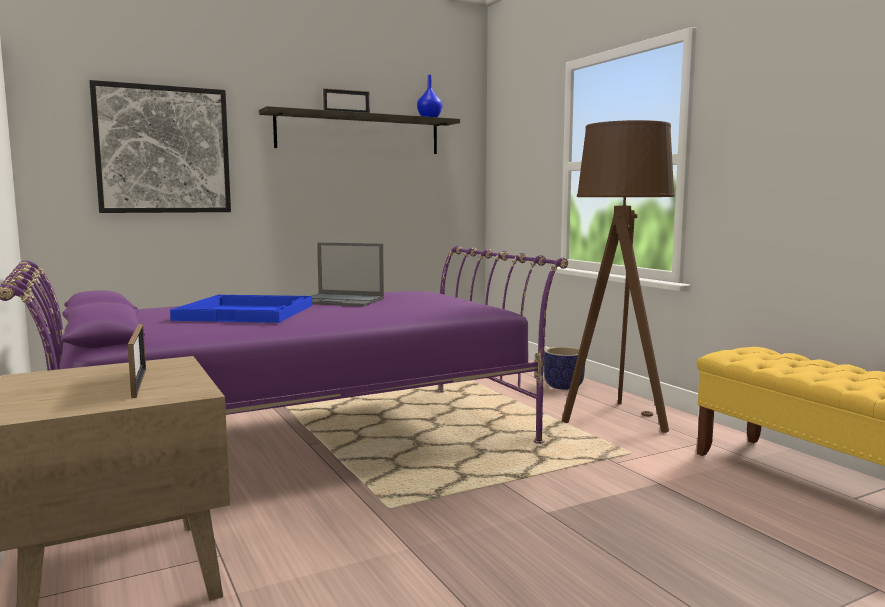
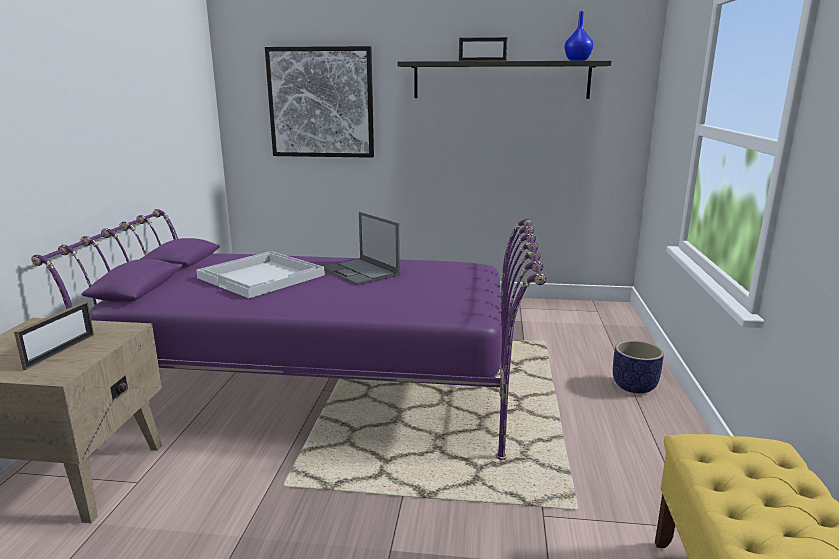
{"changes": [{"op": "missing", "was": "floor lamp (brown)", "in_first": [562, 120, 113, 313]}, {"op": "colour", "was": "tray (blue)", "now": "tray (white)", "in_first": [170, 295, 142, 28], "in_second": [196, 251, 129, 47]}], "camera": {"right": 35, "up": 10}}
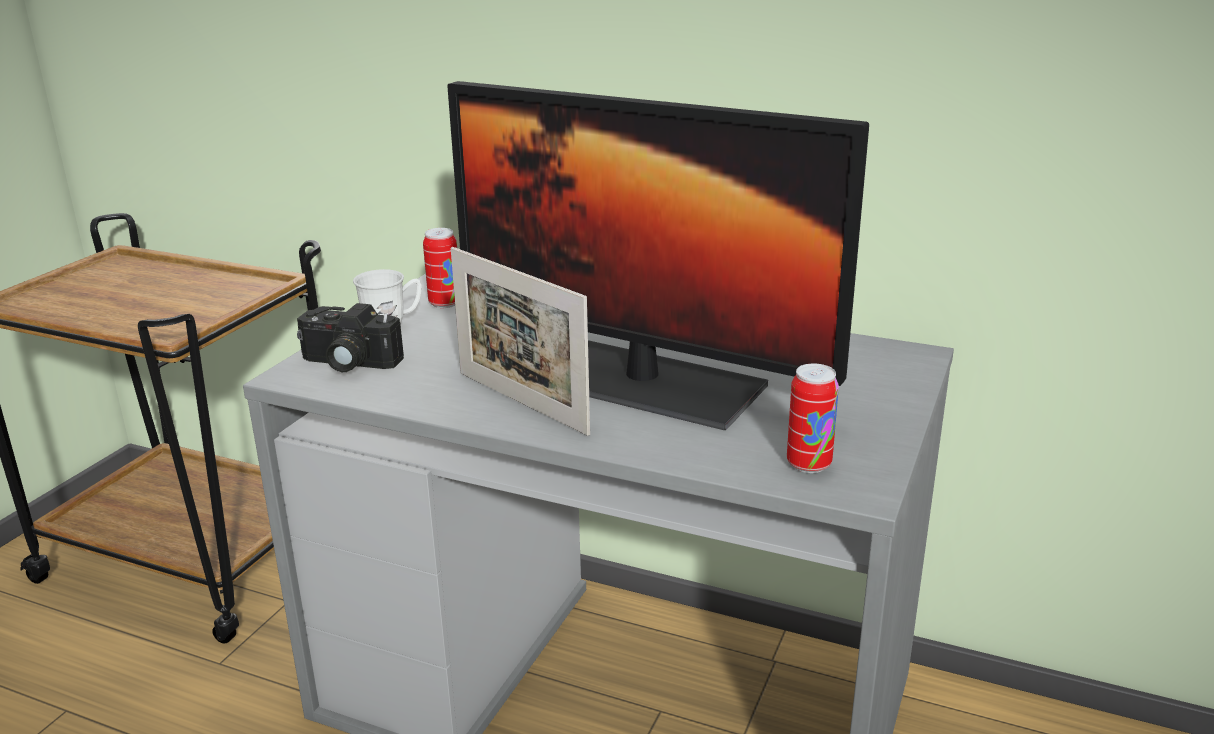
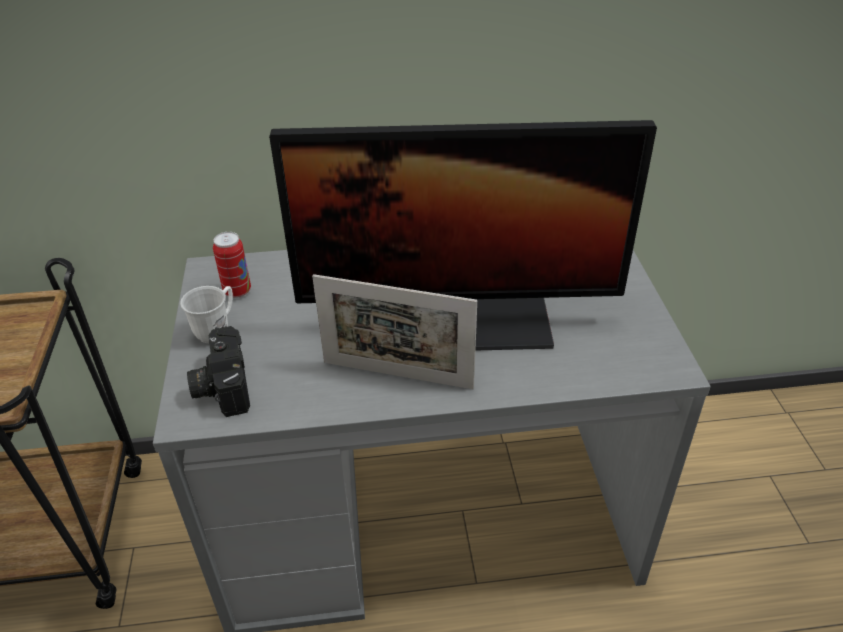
{"changes": [{"op": "missing", "was": "can", "in_first": [787, 364, 52, 109]}, {"op": "spun", "was": "photo camera", "in_first": [297, 303, 107, 69], "in_second": [187, 326, 63, 91], "clockwise": 90}], "camera": {"right": -30, "up": 15}}
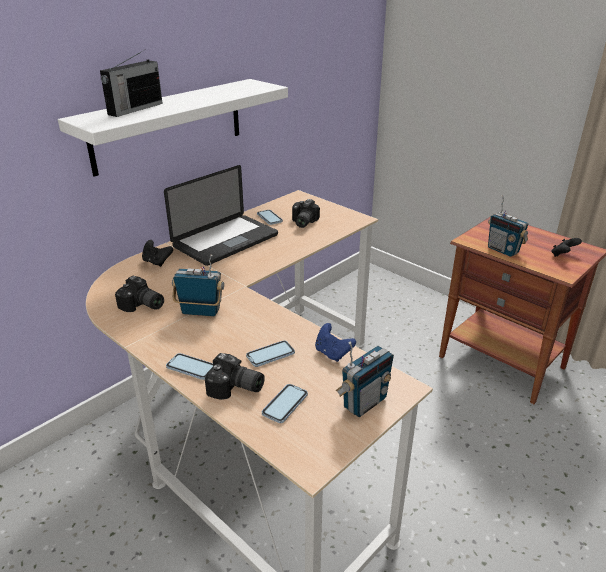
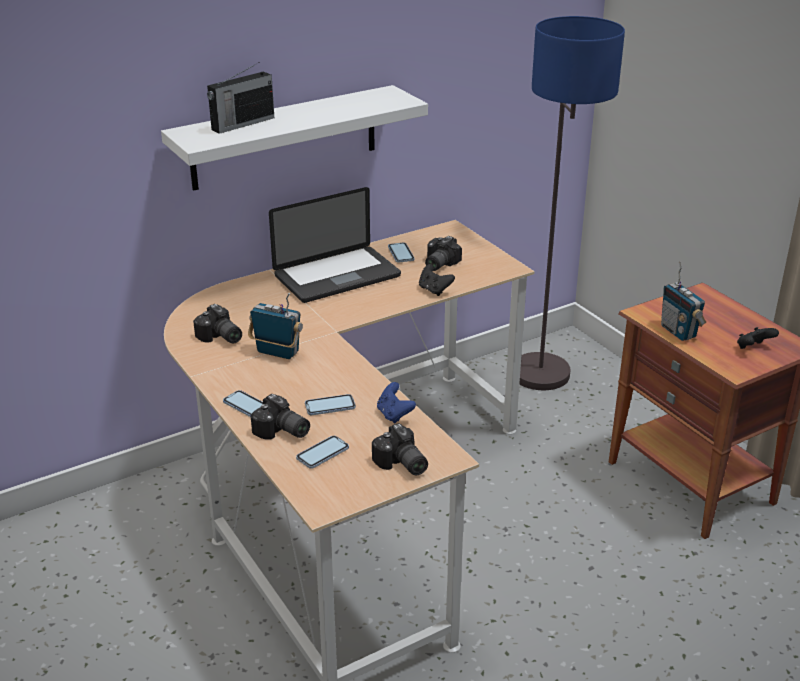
{"changes": [{"op": "appeared", "now": "floor lamp (blue)", "in_second": [519, 16, 106, 374]}, {"op": "relocated", "was": "game controller (black)", "in_first": [142, 240, 31, 27], "in_second": [419, 264, 36, 32]}, {"op": "exchanged", "was": "radio", "now": "photo camera", "in_first": [336, 342, 58, 75], "in_second": [372, 423, 56, 52]}], "camera": {"right": 15, "up": 0}}
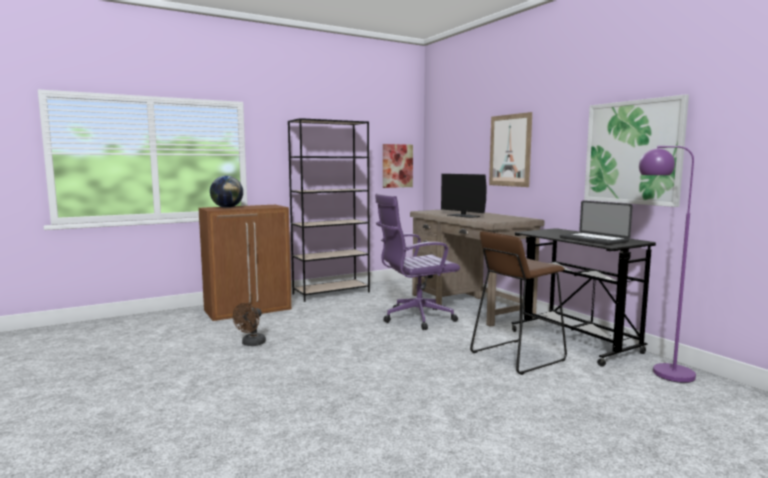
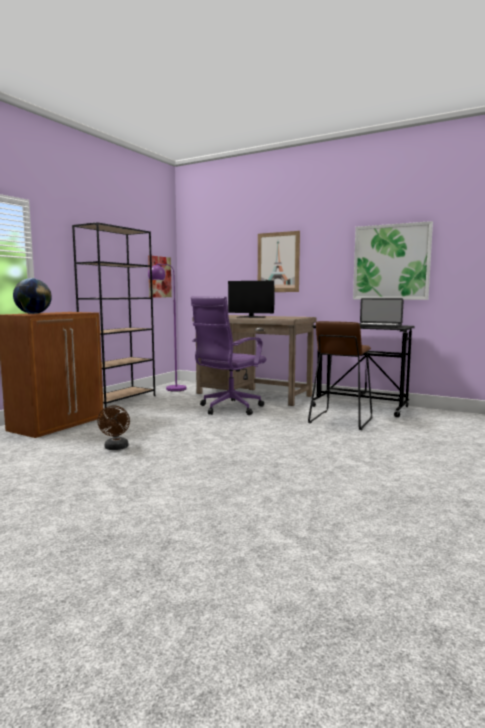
{"changes": [{"op": "relocated", "was": "floor lamp (purple)", "in_first": [639, 146, 57, 237], "in_second": [148, 264, 39, 128]}], "camera": {"right": -30, "up": 0}}
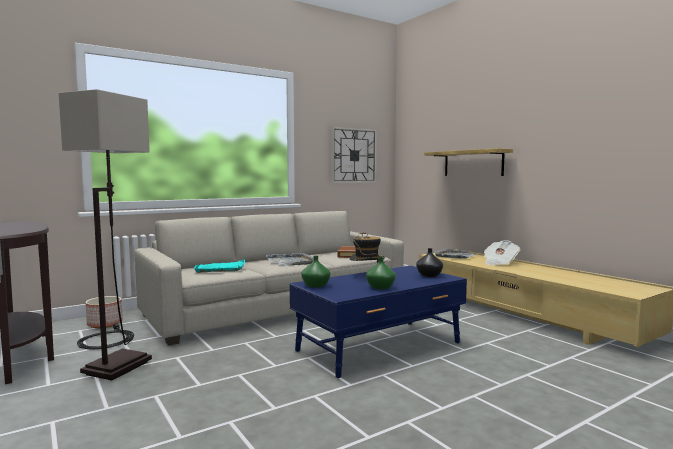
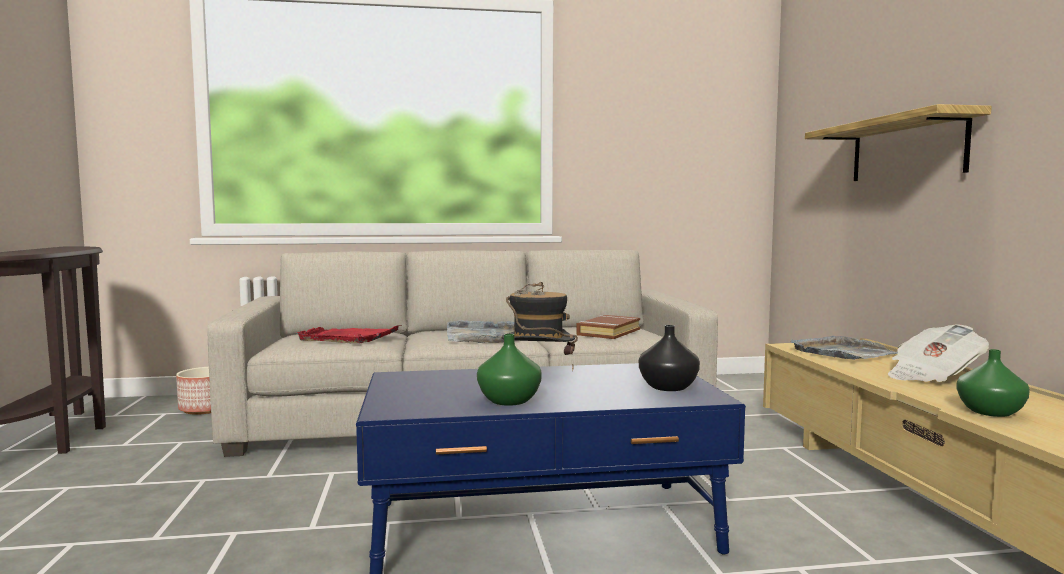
{"changes": [{"op": "missing", "was": "floor lamp", "in_first": [59, 89, 93, 292]}, {"op": "missing", "was": "wall clock", "in_first": [331, 127, 46, 56]}, {"op": "relocated", "was": "vase (green)", "in_first": [301, 256, 29, 32], "in_second": [956, 349, 74, 68]}, {"op": "colour", "was": "tray (turquoise)", "now": "tray (red)", "in_first": [193, 259, 52, 14], "in_second": [296, 325, 106, 19]}], "camera": {"right": 25, "up": 0}}
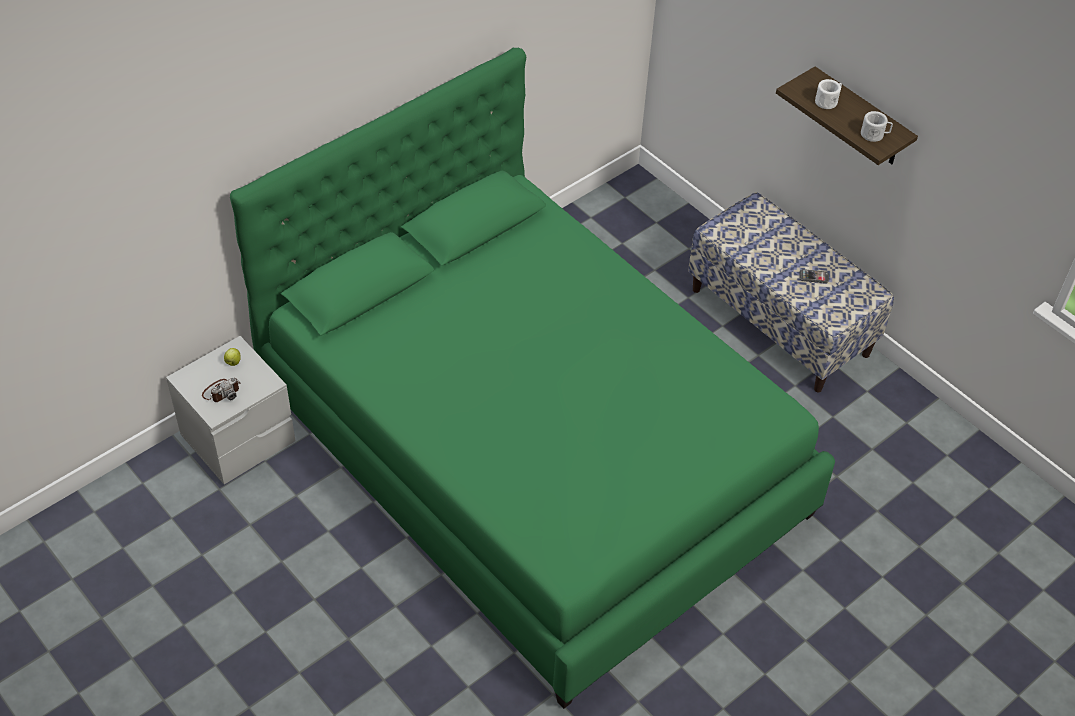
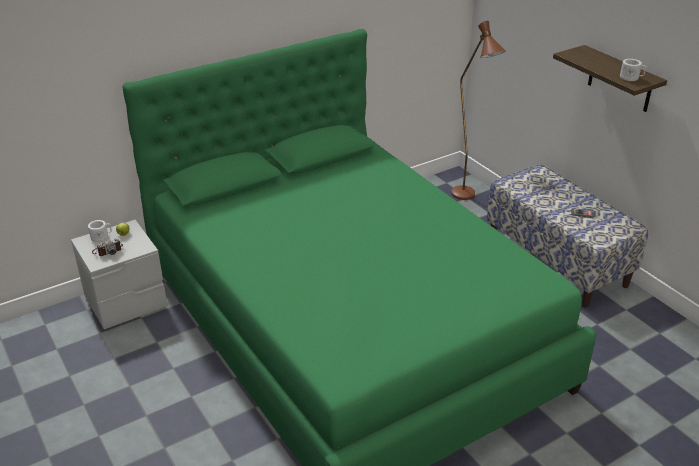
{"changes": [{"op": "appeared", "now": "floor lamp (brown)", "in_second": [451, 21, 55, 179]}, {"op": "relocated", "was": "mug (white)", "in_first": [815, 79, 27, 30], "in_second": [88, 220, 24, 22]}], "camera": {"right": 10, "up": -15}}
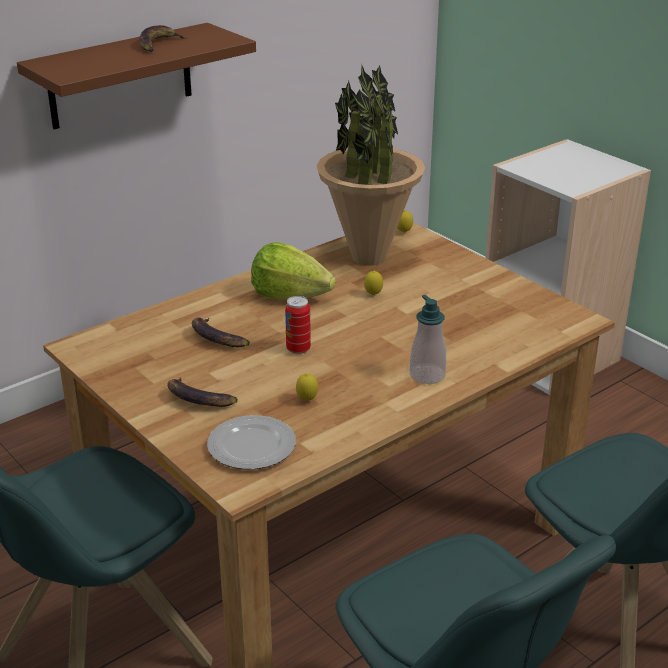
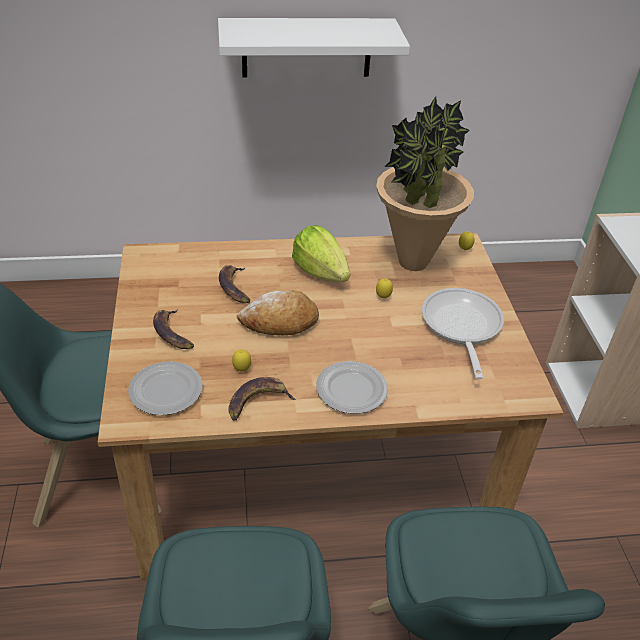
{"changes": [{"op": "appeared", "now": "frying pan", "in_second": [422, 288, 82, 91]}, {"op": "relocated", "was": "banana", "in_first": [139, 25, 49, 27], "in_second": [229, 377, 67, 44]}, {"op": "exchanged", "was": "can", "now": "bread", "in_first": [285, 296, 26, 58], "in_second": [237, 290, 82, 45]}, {"op": "exchanged", "was": "soap dispenser", "now": "plate", "in_first": [409, 295, 37, 89], "in_second": [316, 361, 72, 53]}, {"op": "colour", "was": "shelf (brown)", "now": "shelf (white)", "in_first": [17, 23, 239, 106], "in_second": [218, 18, 192, 59]}], "camera": {"right": 30, "up": 10}}
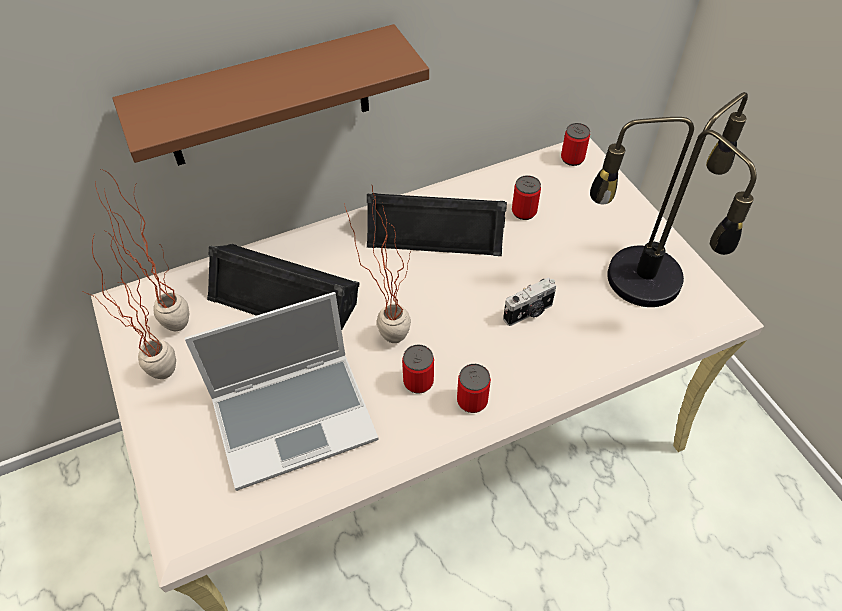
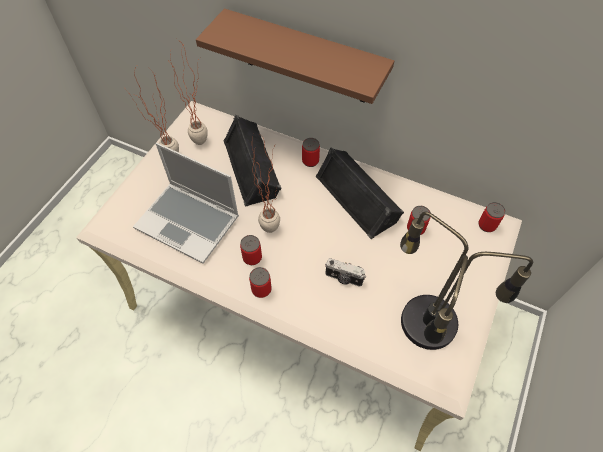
{"changes": [{"op": "appeared", "now": "can", "in_second": [302, 138, 18, 29]}], "camera": {"right": 50, "up": 5}}
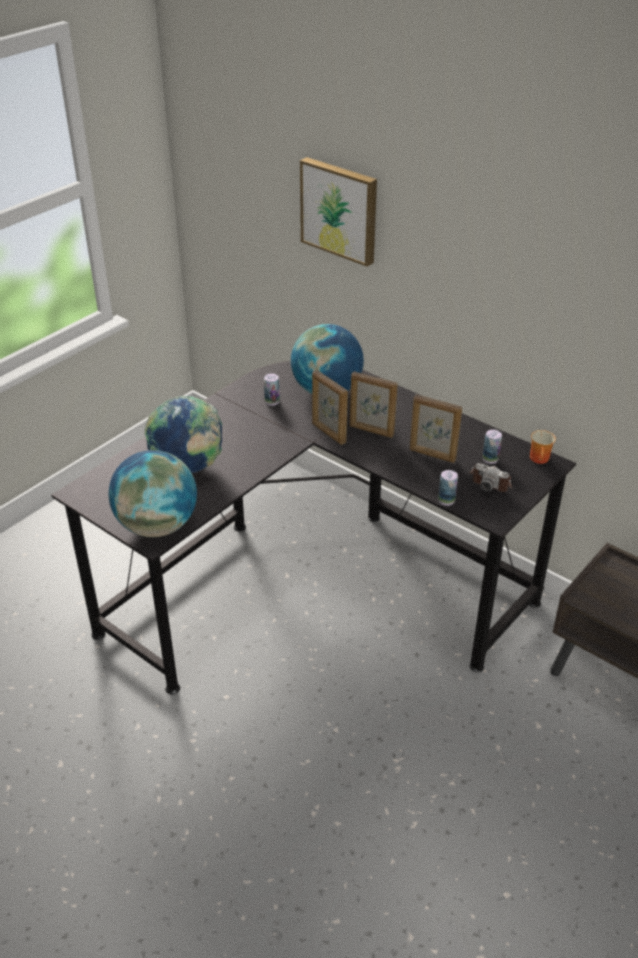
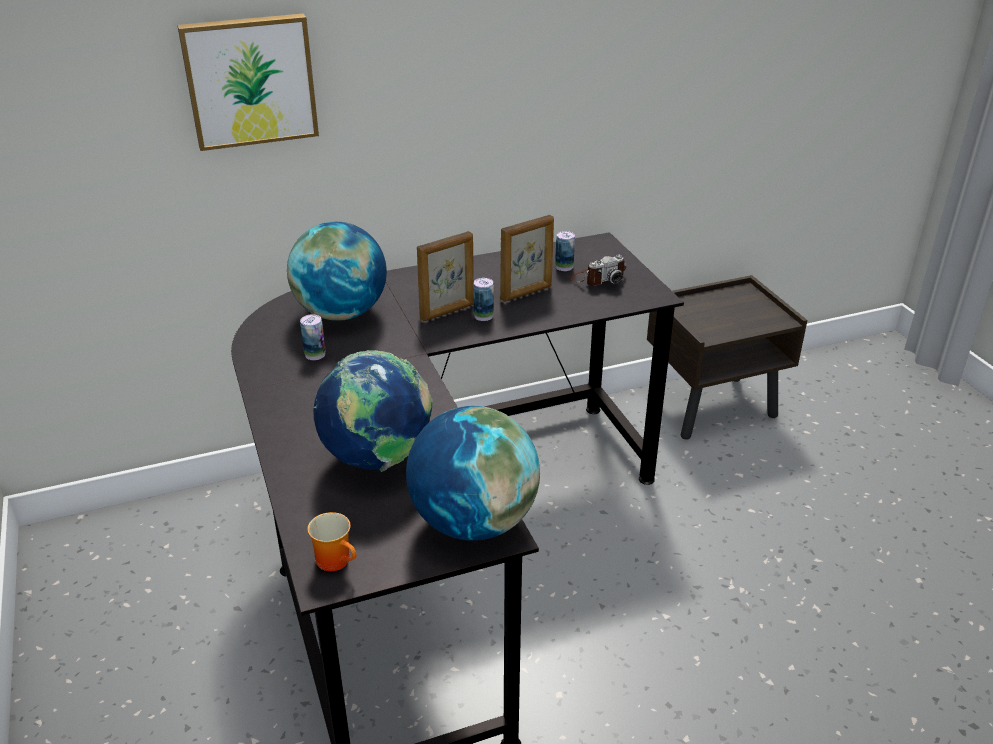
{"changes": [{"op": "missing", "was": "picture frame", "in_first": [312, 370, 36, 75]}, {"op": "relocated", "was": "can", "in_first": [438, 470, 20, 36], "in_second": [473, 278, 21, 43]}, {"op": "relocated", "was": "mug", "in_first": [530, 430, 26, 34], "in_second": [307, 512, 50, 59]}], "camera": {"right": -60, "up": -5}}
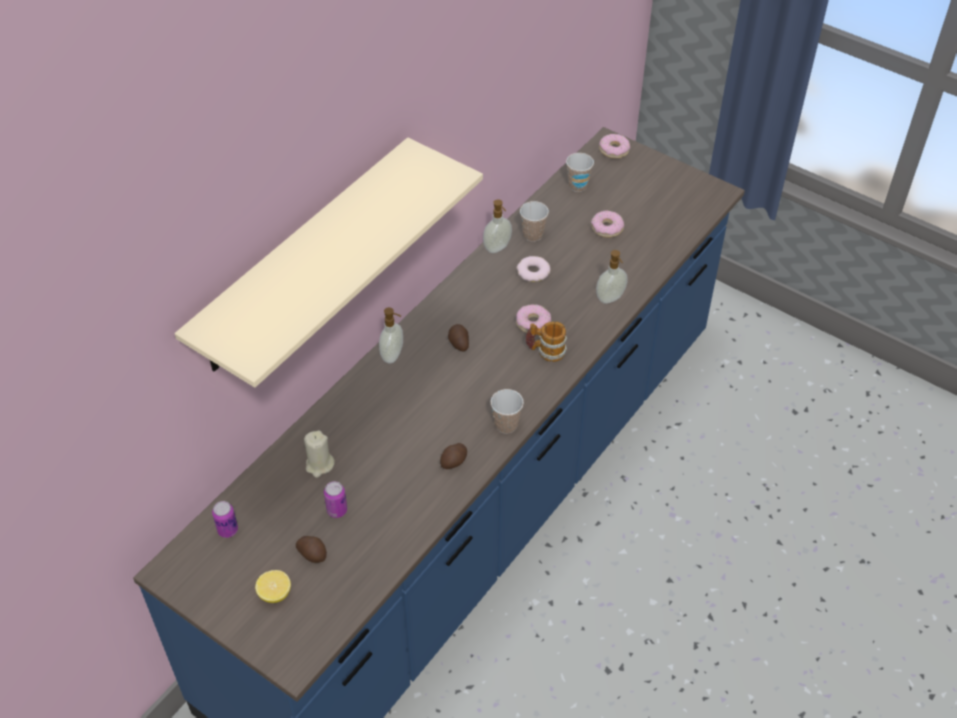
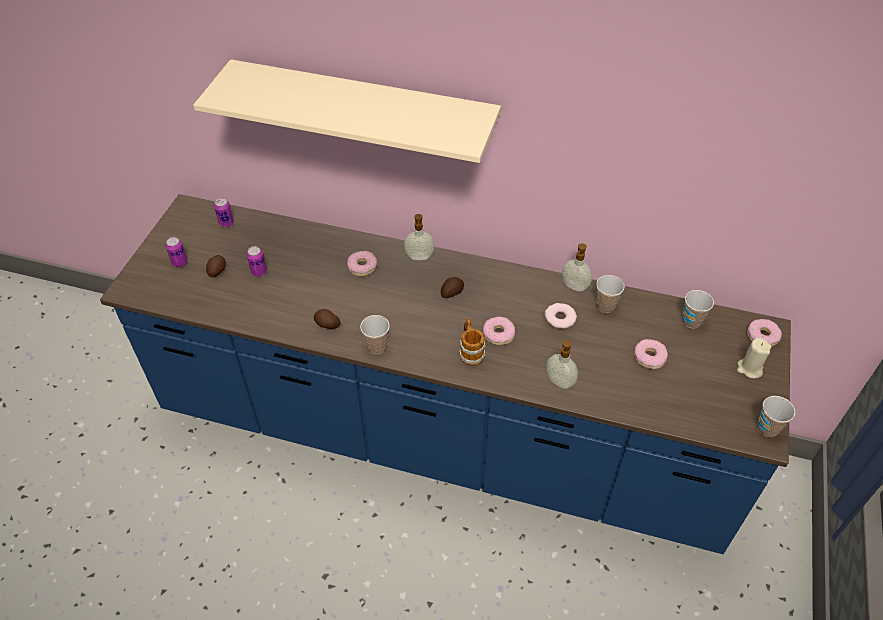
{"changes": [{"op": "appeared", "now": "donut", "in_second": [347, 251, 30, 25]}, {"op": "appeared", "now": "cup", "in_second": [757, 396, 38, 41]}, {"op": "relocated", "was": "candle (beige)", "in_first": [304, 430, 31, 48], "in_second": [737, 338, 34, 40]}, {"op": "exchanged", "was": "lemon", "now": "can", "in_first": [255, 570, 36, 33], "in_second": [165, 237, 23, 30]}], "camera": {"right": 70, "up": 0}}
